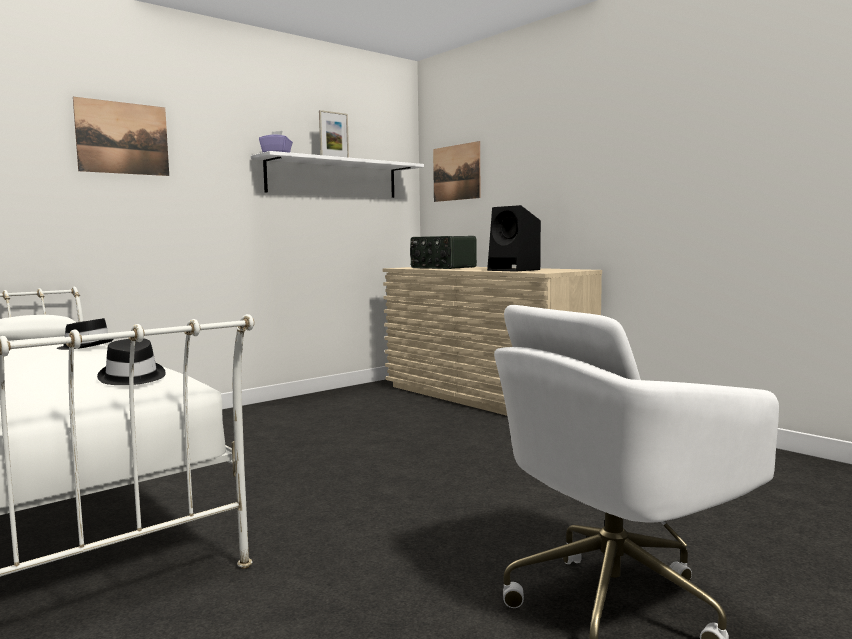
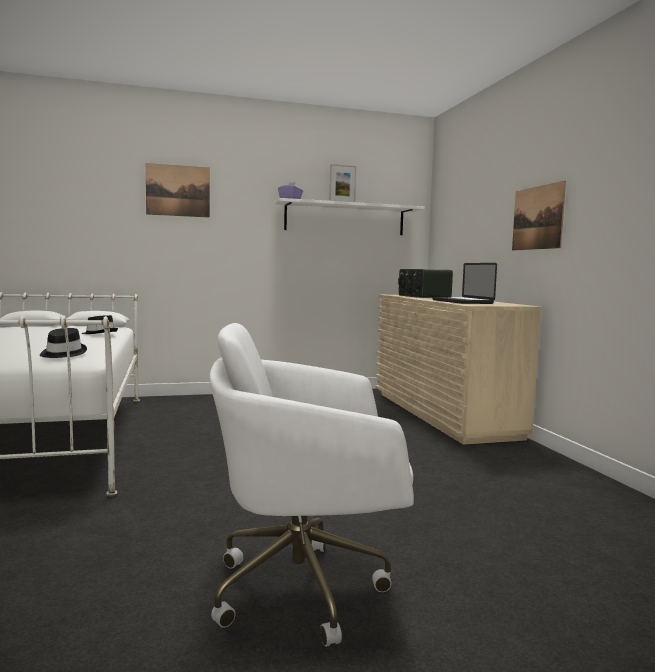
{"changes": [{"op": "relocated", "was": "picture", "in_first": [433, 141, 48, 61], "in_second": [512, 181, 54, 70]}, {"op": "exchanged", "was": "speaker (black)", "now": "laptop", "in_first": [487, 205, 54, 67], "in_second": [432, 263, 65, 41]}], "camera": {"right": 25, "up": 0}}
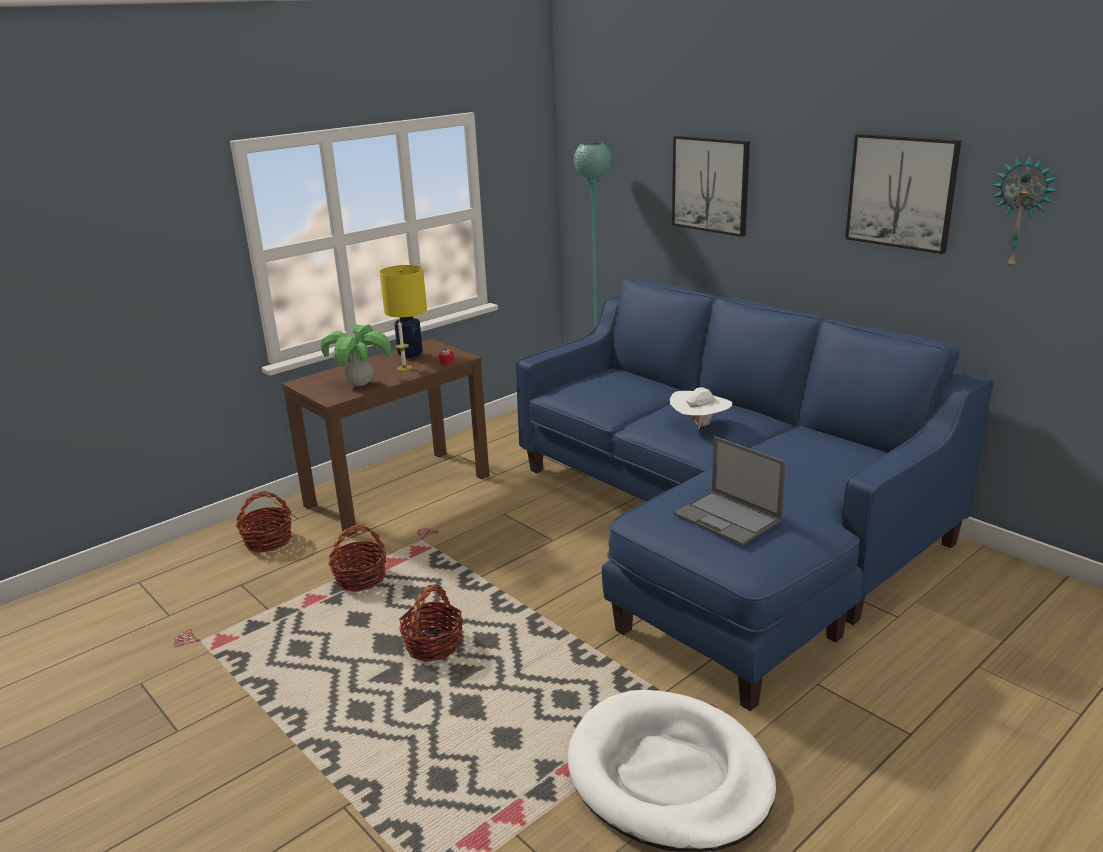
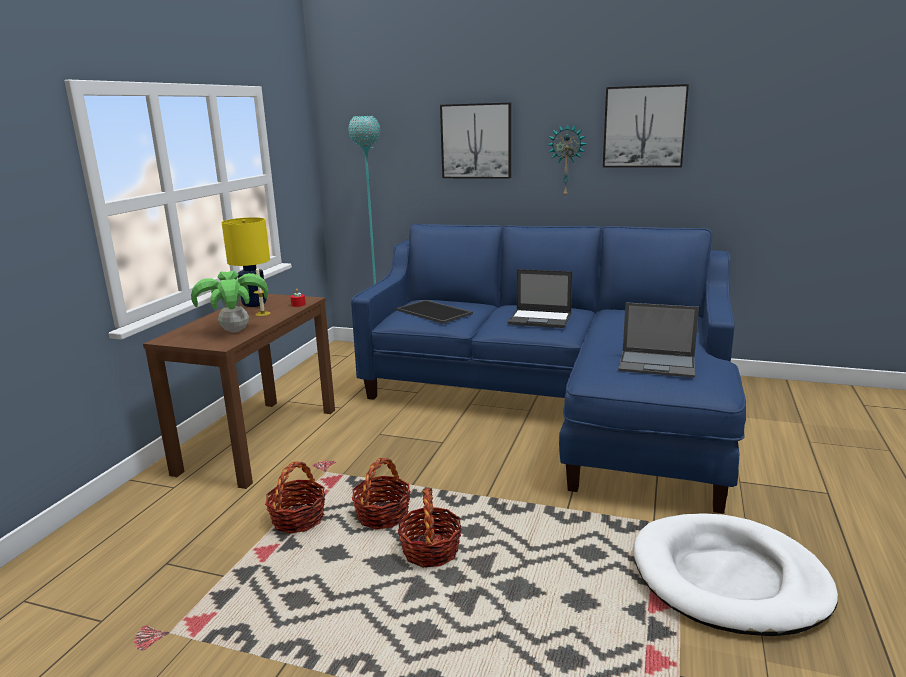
{"changes": [{"op": "appeared", "now": "tray", "in_second": [396, 300, 77, 24]}, {"op": "relocated", "was": "basket", "in_first": [235, 491, 57, 62], "in_second": [352, 458, 59, 71]}, {"op": "relocated", "was": "wall clock", "in_first": [993, 155, 64, 115], "in_second": [547, 123, 39, 75]}, {"op": "exchanged", "was": "hat (white)", "now": "laptop", "in_first": [670, 387, 62, 43], "in_second": [508, 269, 64, 59]}], "camera": {"right": -30, "up": -5}}
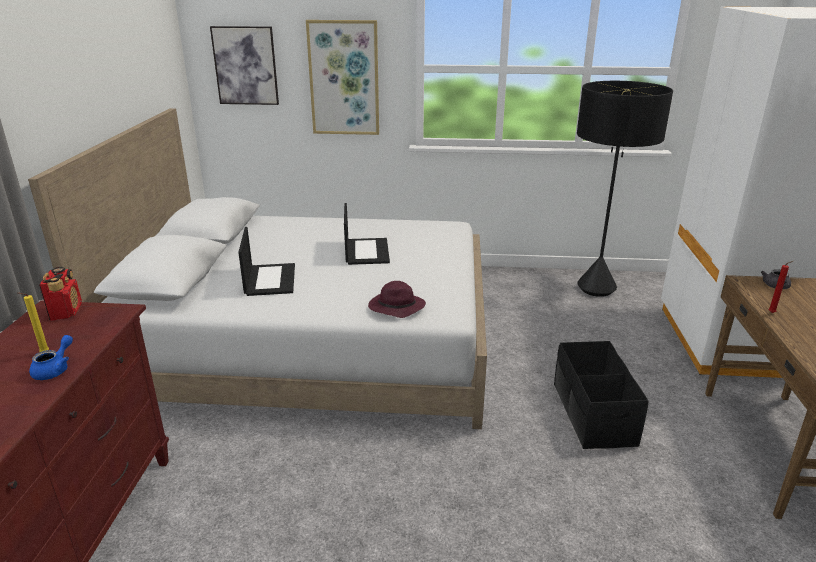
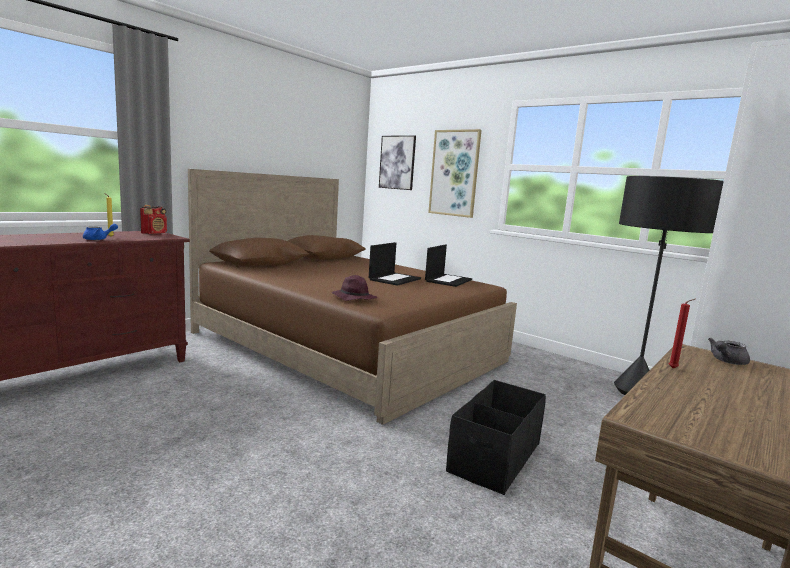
{"changes": [{"op": "relocated", "was": "laptop", "in_first": [238, 227, 57, 69], "in_second": [425, 244, 47, 43]}, {"op": "colour", "was": "bed (white)", "now": "bed (brown)", "in_first": [28, 108, 459, 321], "in_second": [188, 169, 329, 256]}], "camera": {"right": 35, "up": -15}}
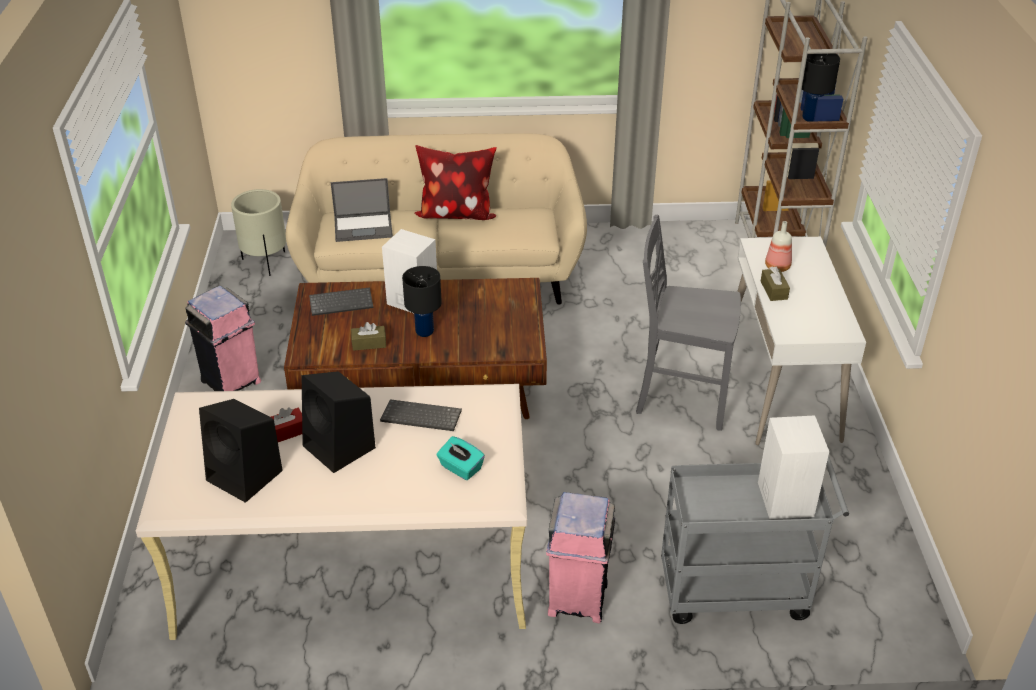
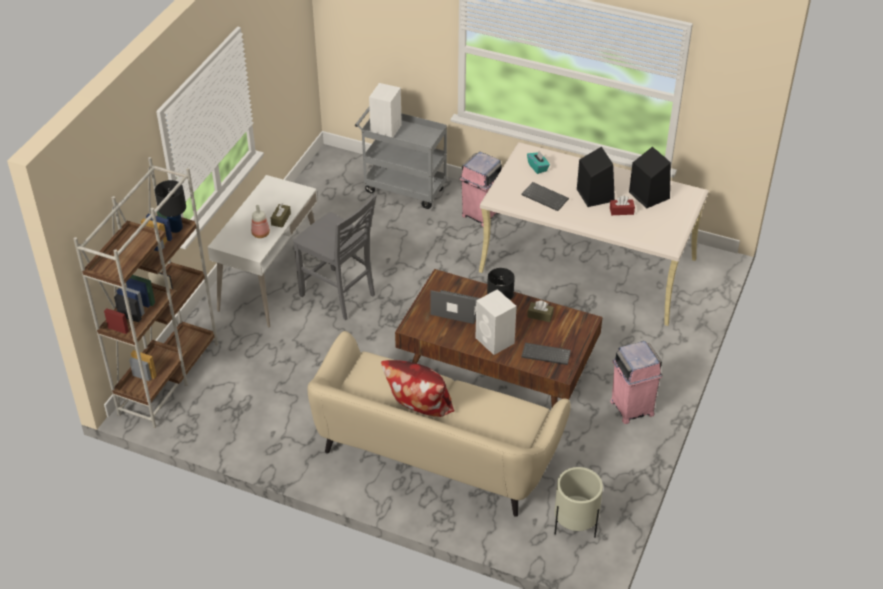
{"changes": [{"op": "relocated", "was": "laptop", "in_first": [331, 178, 62, 64], "in_second": [430, 290, 50, 34]}], "camera": {"right": -155, "up": 5}}
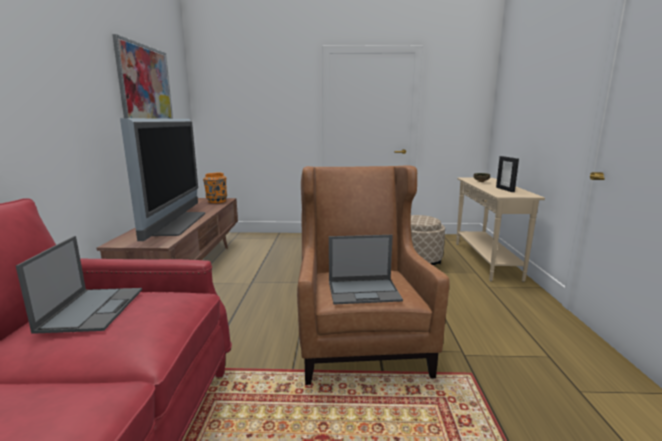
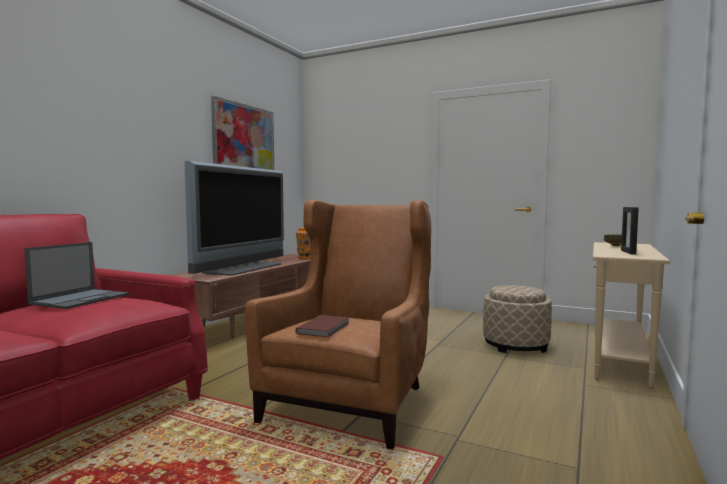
{"changes": [{"op": "exchanged", "was": "laptop", "now": "book (brown)", "in_first": [329, 235, 74, 69], "in_second": [295, 315, 54, 23]}], "camera": {"right": 25, "up": -10}}
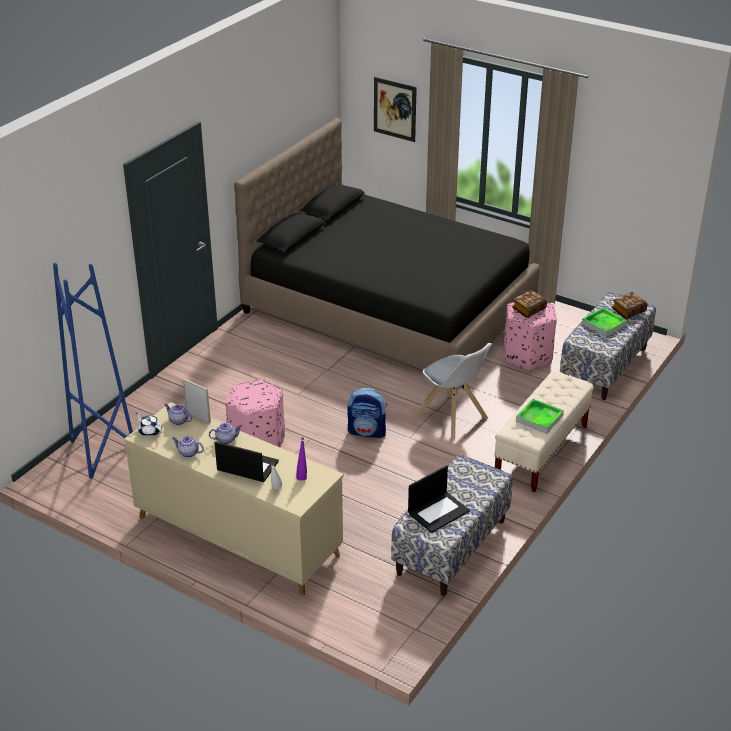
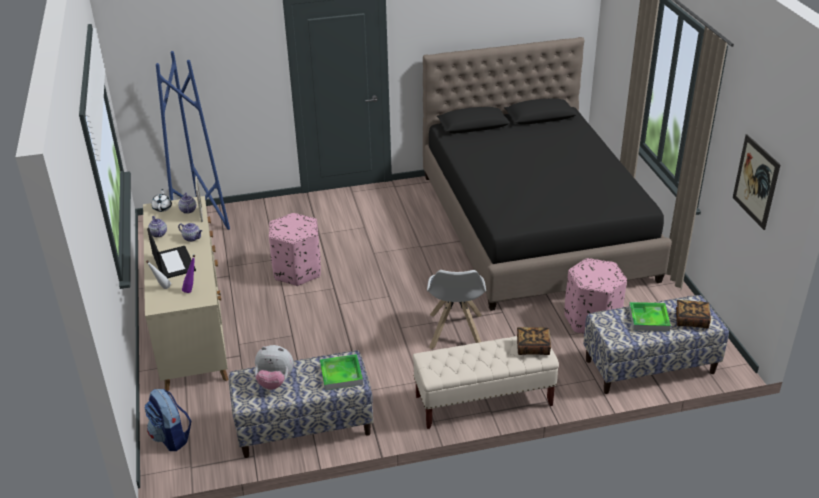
{"changes": [{"op": "relocated", "was": "backpack", "in_first": [347, 388, 41, 51], "in_second": [145, 388, 46, 63]}, {"op": "relocated", "was": "picture", "in_first": [374, 77, 43, 65], "in_second": [733, 134, 48, 96]}, {"op": "relocated", "was": "book", "in_first": [512, 290, 35, 28], "in_second": [517, 327, 34, 28]}, {"op": "relocated", "was": "tray", "in_first": [516, 399, 48, 35], "in_second": [320, 354, 43, 37]}, {"op": "exchanged", "was": "laptop", "now": "plush toy", "in_first": [408, 465, 62, 68], "in_second": [255, 345, 38, 45]}], "camera": {"right": 45, "up": 0}}
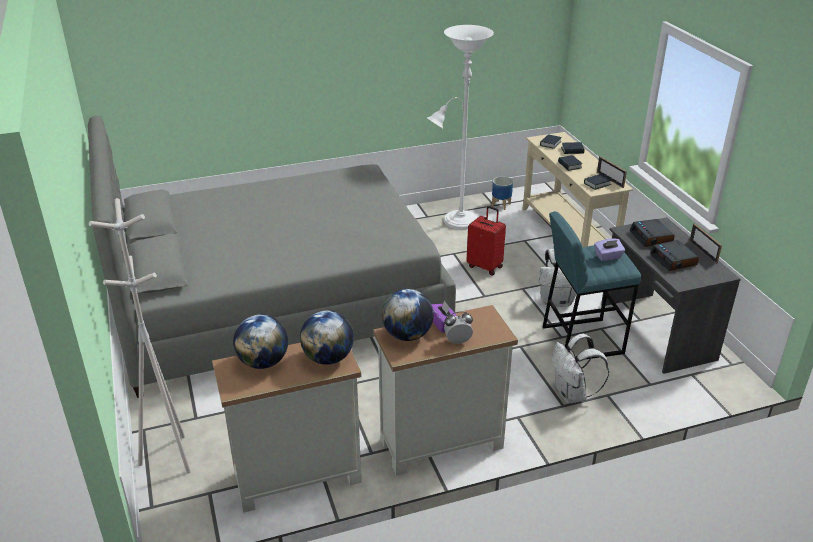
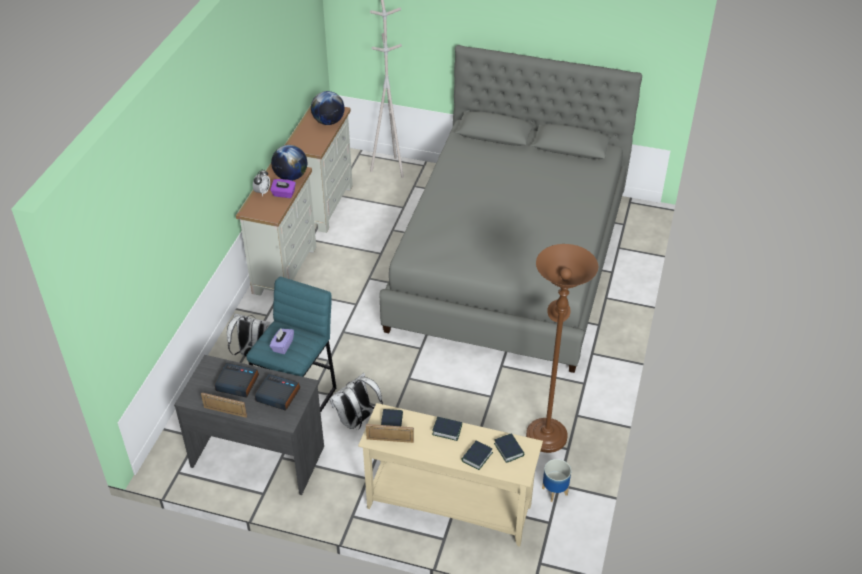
{"changes": [{"op": "missing", "was": "globe", "in_first": [300, 311, 54, 54]}, {"op": "missing", "was": "suitcase (red)", "in_first": [466, 206, 40, 70]}, {"op": "colour", "was": "floor lamp (white)", "now": "floor lamp (brown)", "in_first": [427, 25, 67, 205], "in_second": [526, 244, 72, 209]}], "camera": {"right": 125, "up": 10}}
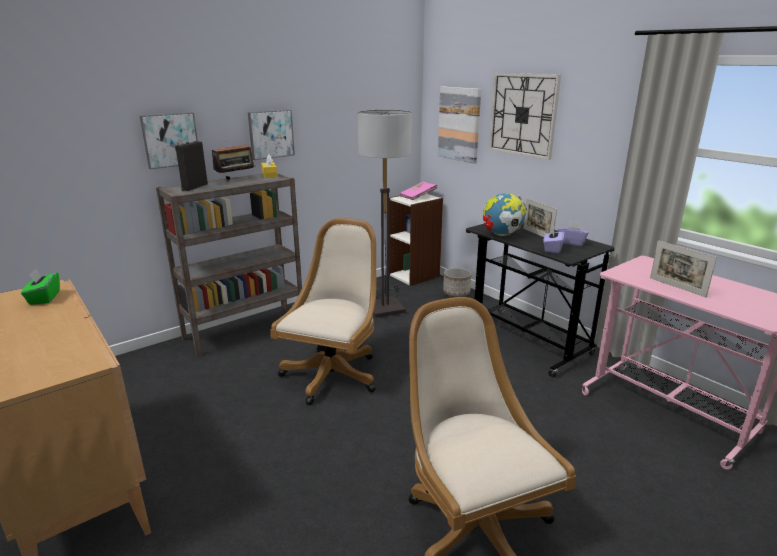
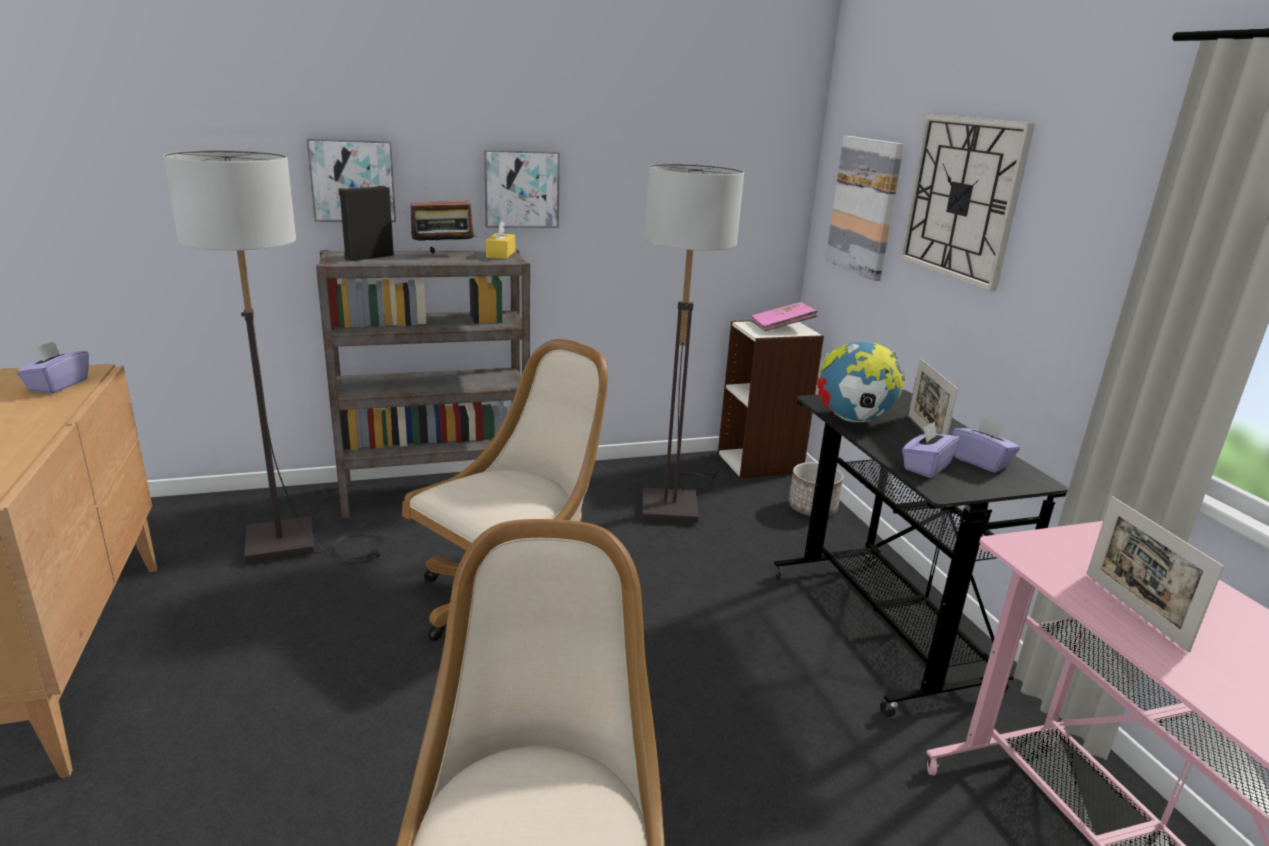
{"changes": [{"op": "appeared", "now": "floor lamp", "in_second": [164, 150, 221, 413]}, {"op": "colour", "was": "tissue box (green)", "now": "tissue box (purple)", "in_first": [21, 269, 39, 36], "in_second": [16, 341, 73, 53]}], "camera": {"right": 20, "up": 0}}
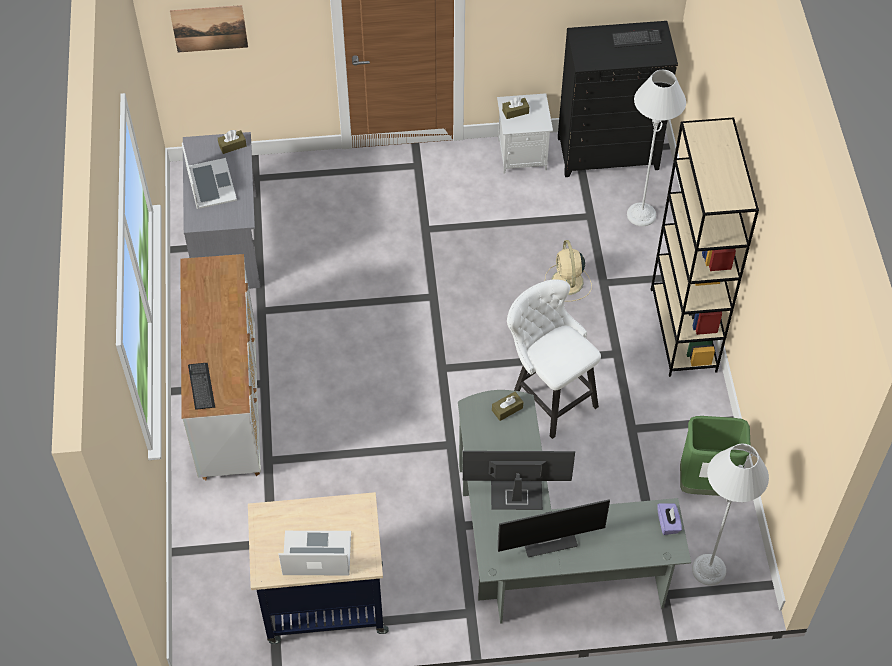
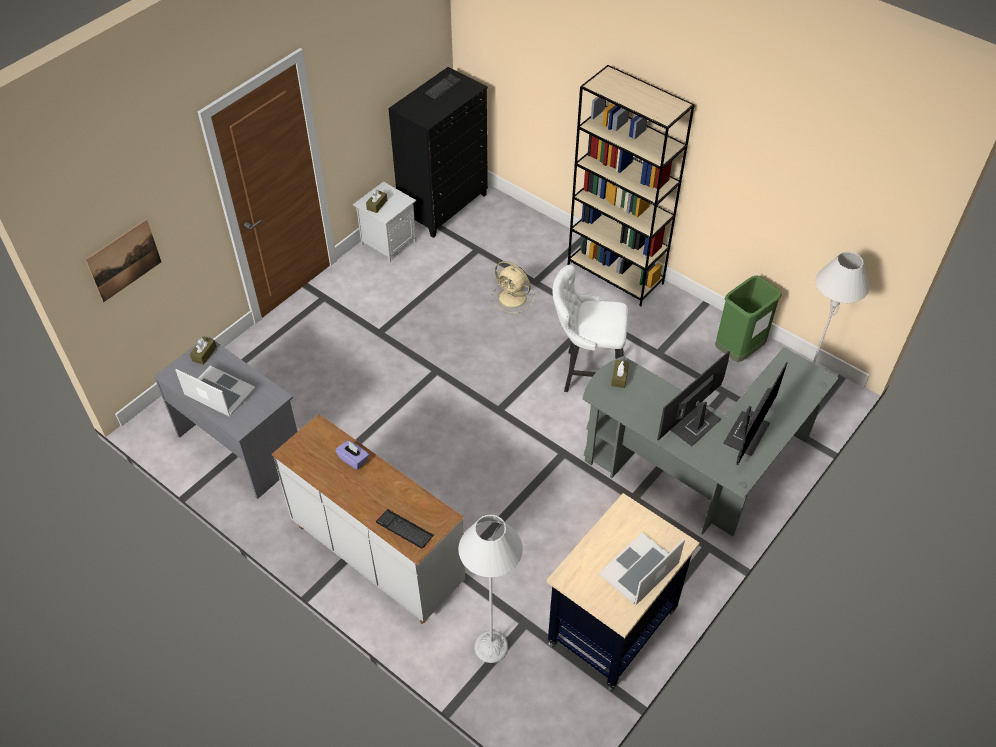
{"changes": [{"op": "relocated", "was": "floor lamp (grey)", "in_first": [627, 70, 59, 156], "in_second": [458, 515, 65, 148]}, {"op": "relocated", "was": "tissue box (purple)", "in_first": [657, 504, 25, 31], "in_second": [335, 440, 34, 30]}], "camera": {"right": -45, "up": -5}}
